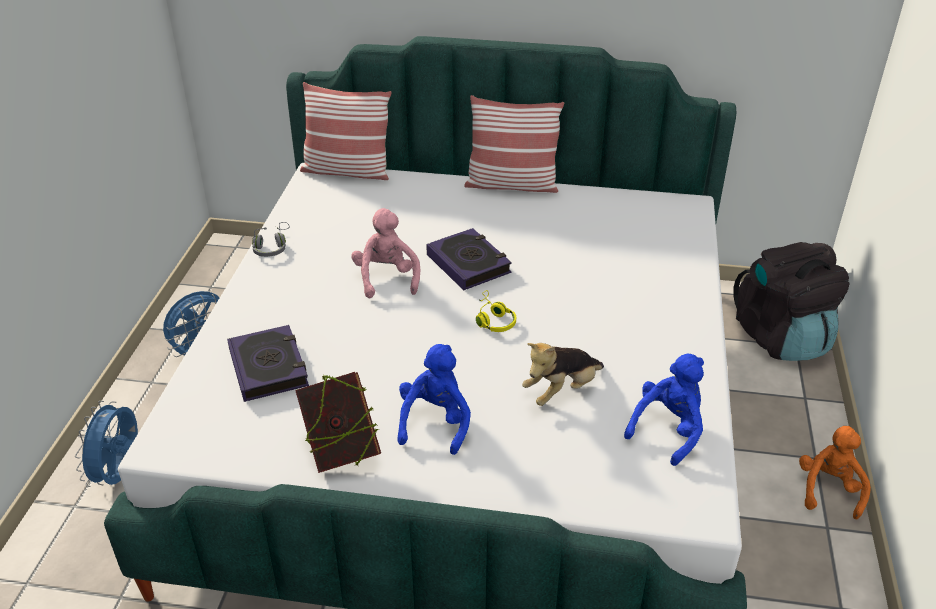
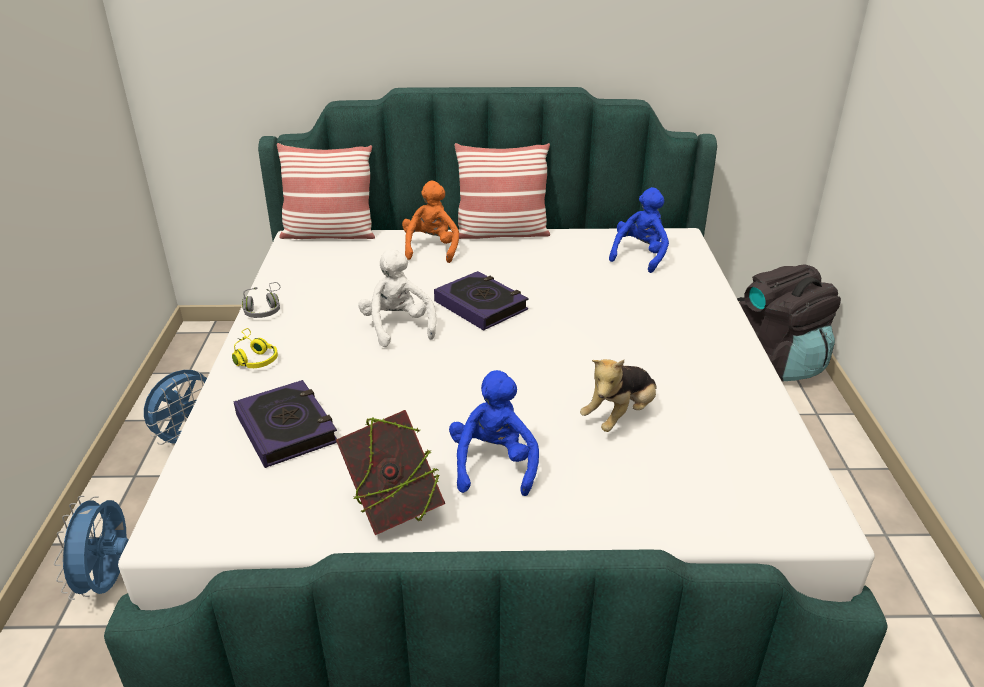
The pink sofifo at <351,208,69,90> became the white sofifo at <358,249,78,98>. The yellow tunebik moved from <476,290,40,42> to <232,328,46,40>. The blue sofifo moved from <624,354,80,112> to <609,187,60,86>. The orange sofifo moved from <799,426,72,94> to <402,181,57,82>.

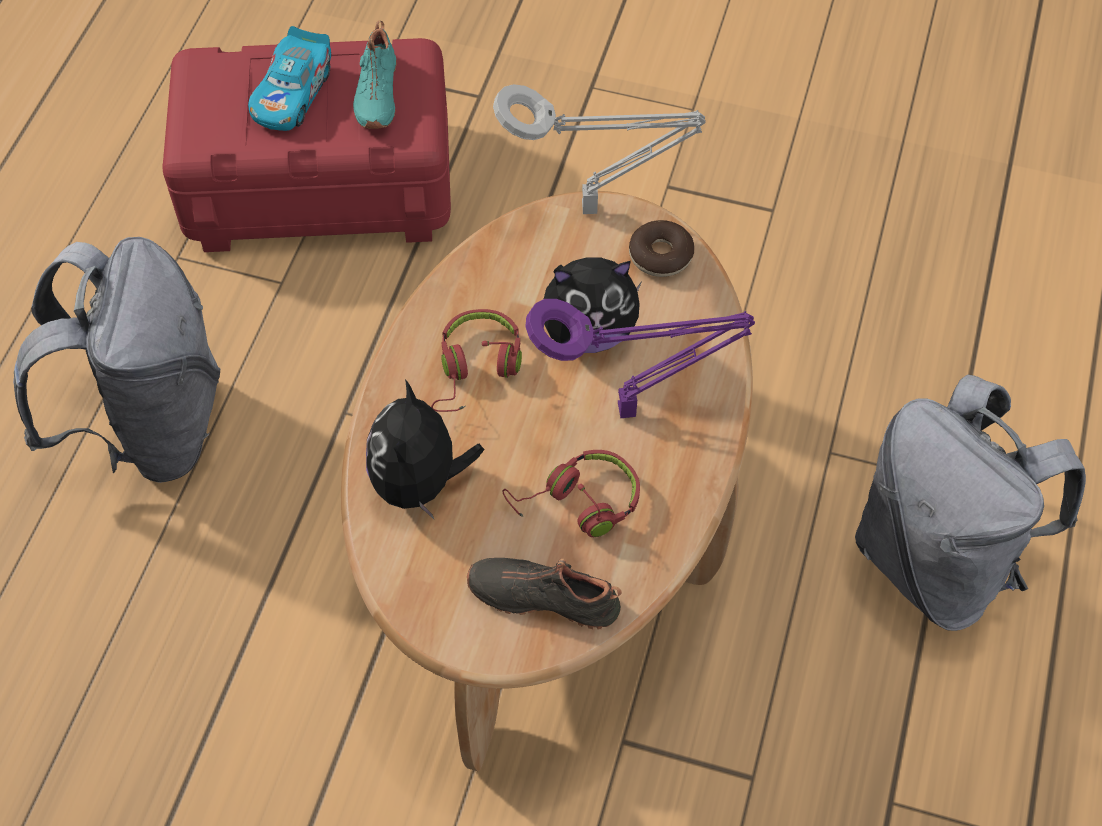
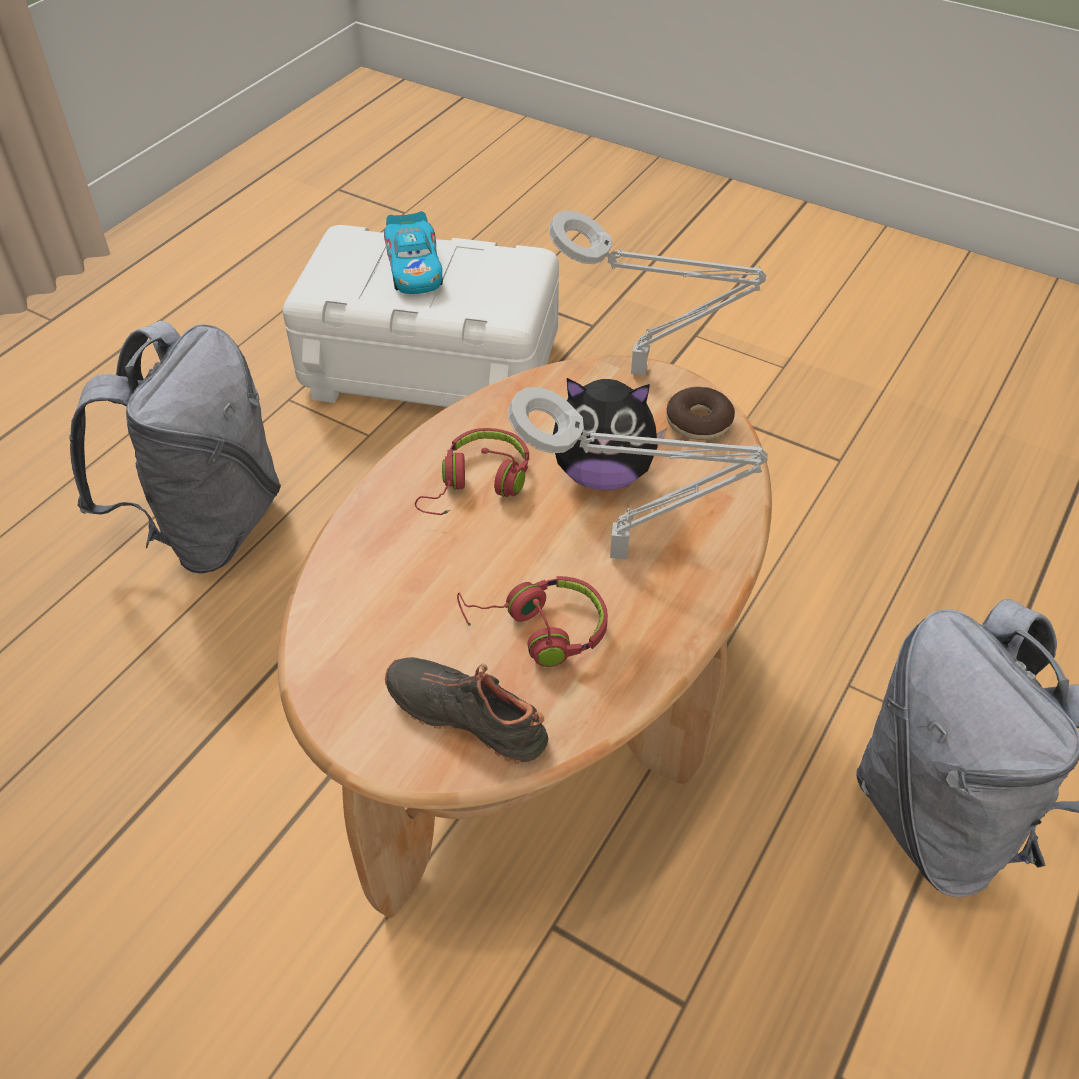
The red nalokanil at <163,38,288,214> became the white nalokanil at <283,225,276,182>. The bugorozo at <248,26,83,105> turned 45 degrees counterclockwise. The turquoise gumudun at <353,21,44,108> disappeared. The sofifo at <366,379,119,140> disappeared. The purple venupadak at <525,299,230,119> became the grey venupadak at <508,387,260,172>.

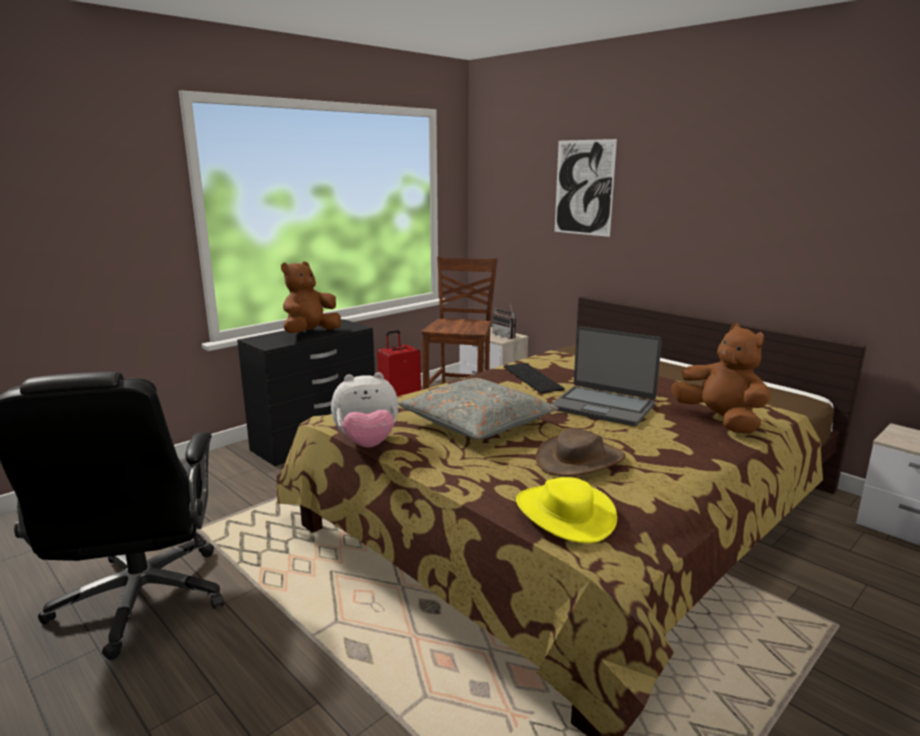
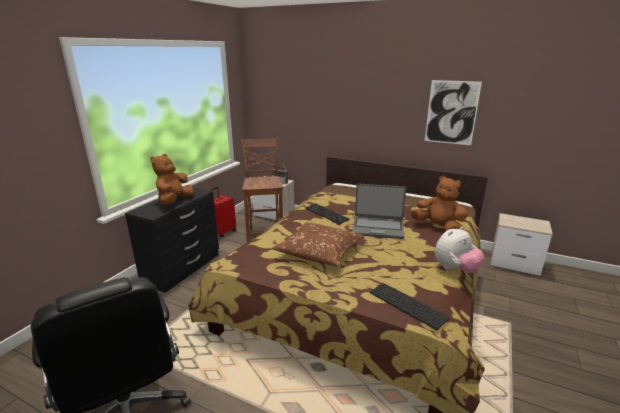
The sofifo moved from <331,372,67,75> to <435,226,49,47>. The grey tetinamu at <398,378,160,61> became the brown tetinamu at <272,223,92,43>. The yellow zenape at <516,477,101,66> was replaced by the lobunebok at <370,283,80,47>. The brown zenape at <536,428,90,48> disappeared. The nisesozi moved from <555,139,62,98> to <425,80,57,65>.

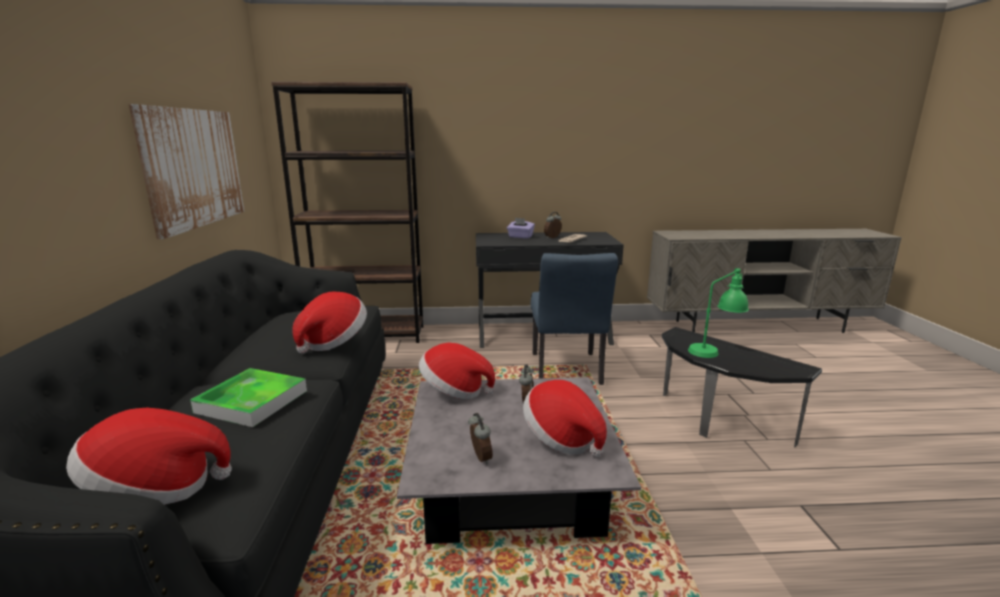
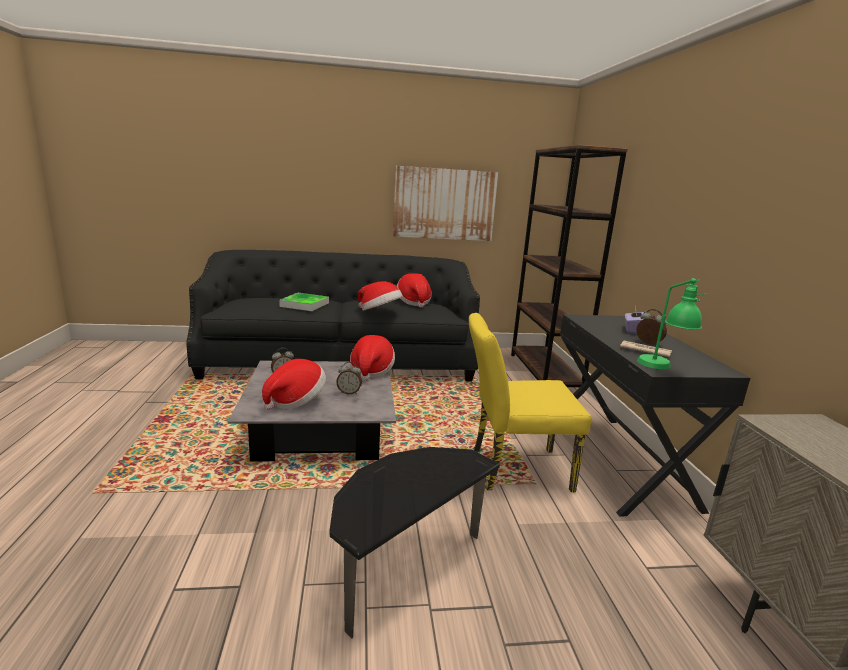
The zenape moved from <66,408,166,97> to <397,273,35,34>. The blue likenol at <531,253,87,132> became the yellow likenol at <469,313,122,179>. The green venupadak moved from <688,268,61,90> to <637,278,70,91>.

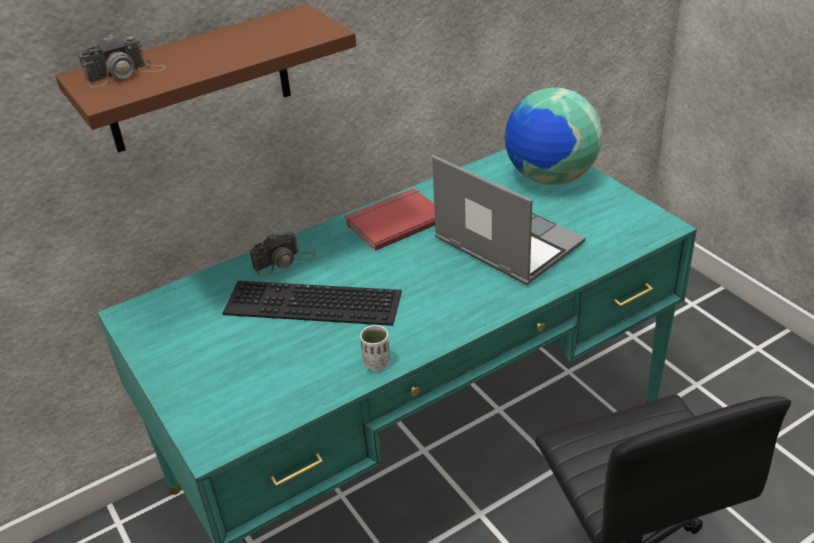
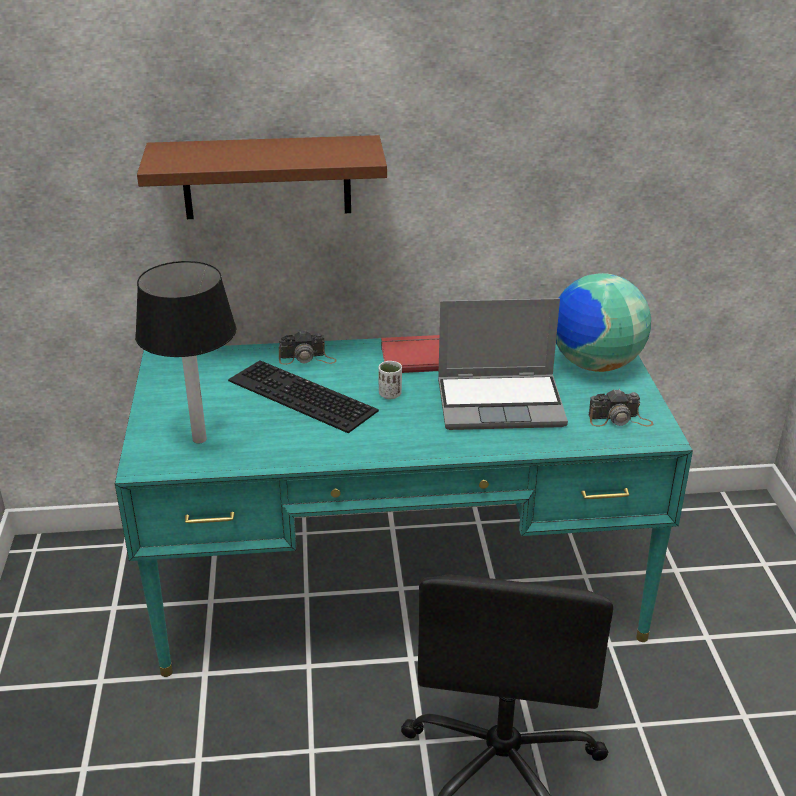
The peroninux moved from <78,35,88,53> to <588,389,65,38>. The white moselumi moved from <360,325,30,46> to <379,361,23,38>. The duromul at <432,155,154,130> turned 105 degrees clockwise. The venupadak at <135,261,101,182> appeared.

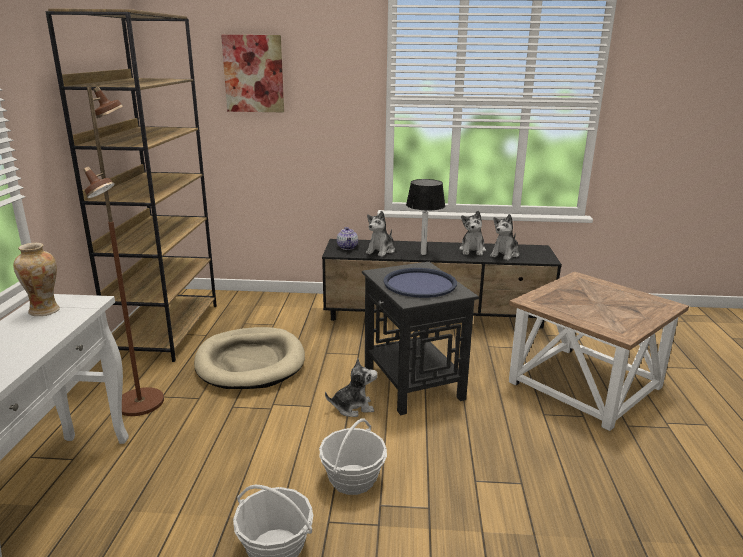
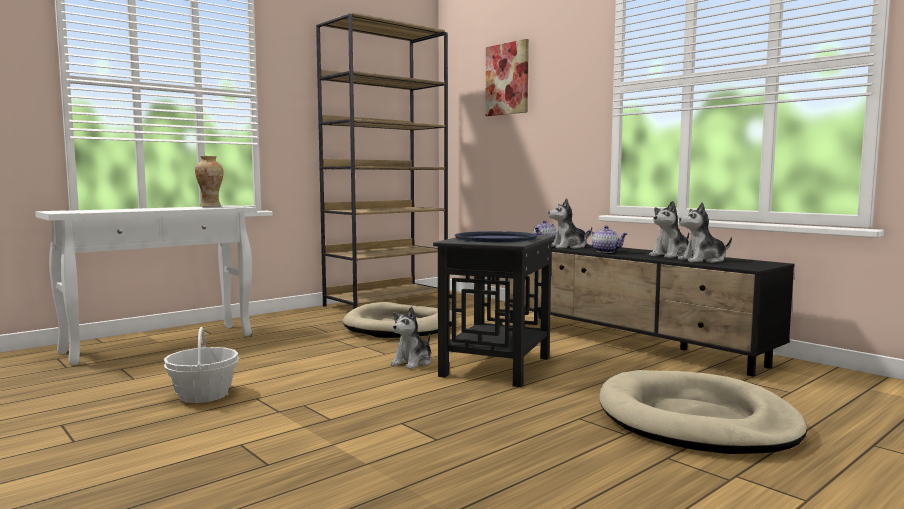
The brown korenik at <83,87,81,329> disappeared. The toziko at <319,418,68,77> disappeared. The sofifo at <325,359,53,58> turned 90 degrees clockwise. The venupadak at <406,179,39,76> was replaced by the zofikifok at <584,226,44,27>. The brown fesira at <509,272,180,159> was replaced by the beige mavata at <599,370,209,84>.

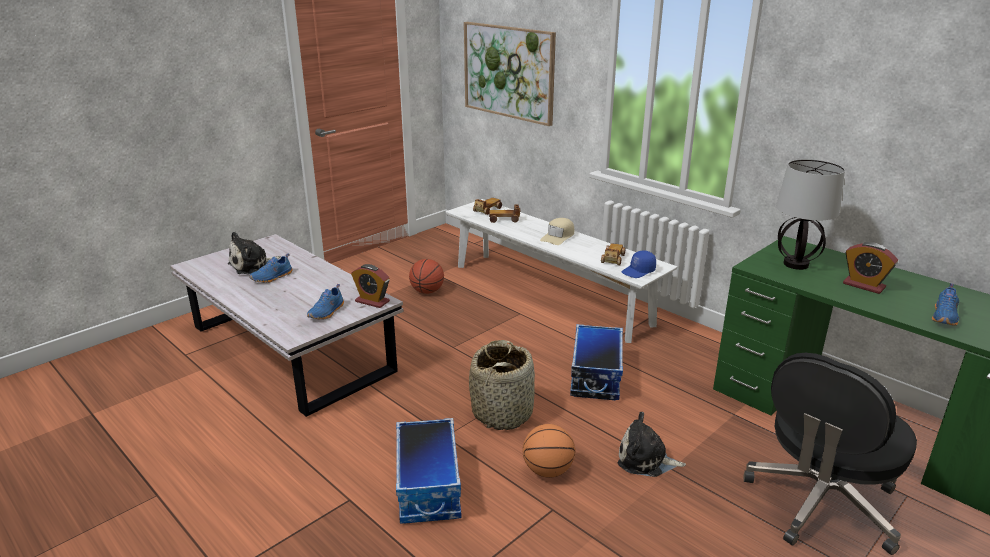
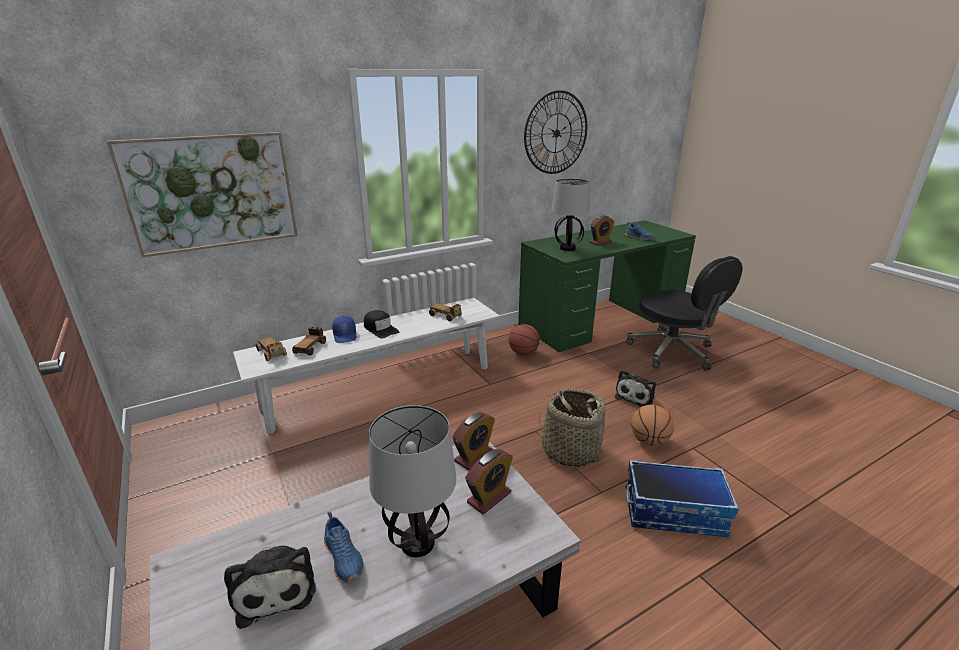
The blue gumudun at <307,284,37,35> was replaced by the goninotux at <465,449,48,65>. The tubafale moved from <409,259,35,35> to <509,324,31,31>. The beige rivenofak at <540,218,34,27> became the black rivenofak at <364,310,35,29>. The nalokanil at <570,324,53,76> disappeared. The blue rivenofak moved from <622,251,34,27> to <332,316,24,27>. The venupadak at <369,405,87,152> appeared. The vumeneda at <524,90,63,84> appeared.

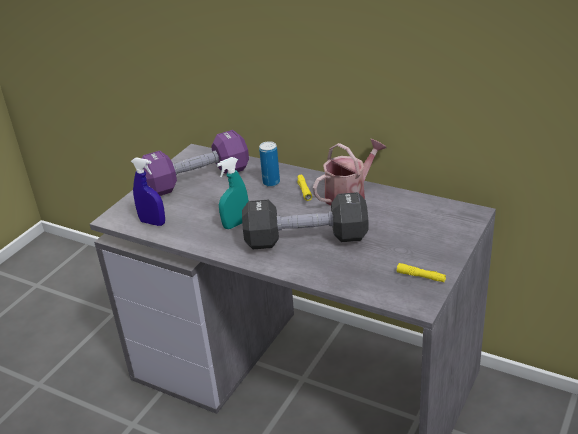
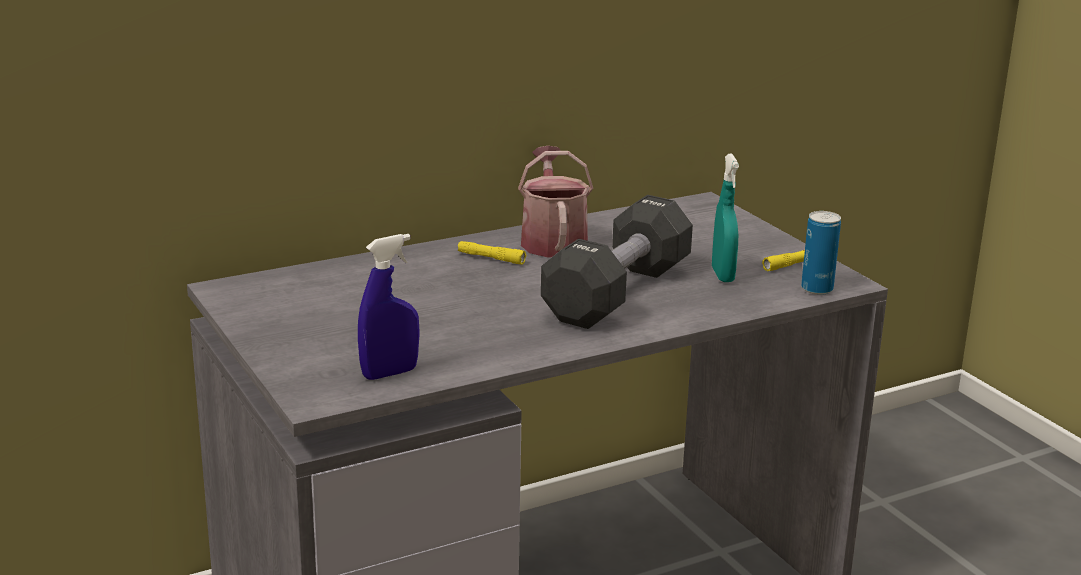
The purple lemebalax at <142,130,107,66> disappeared. The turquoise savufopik moved from <216,157,33,72> to <712,154,27,128>. The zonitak moved from <259,141,21,46> to <801,211,40,84>.

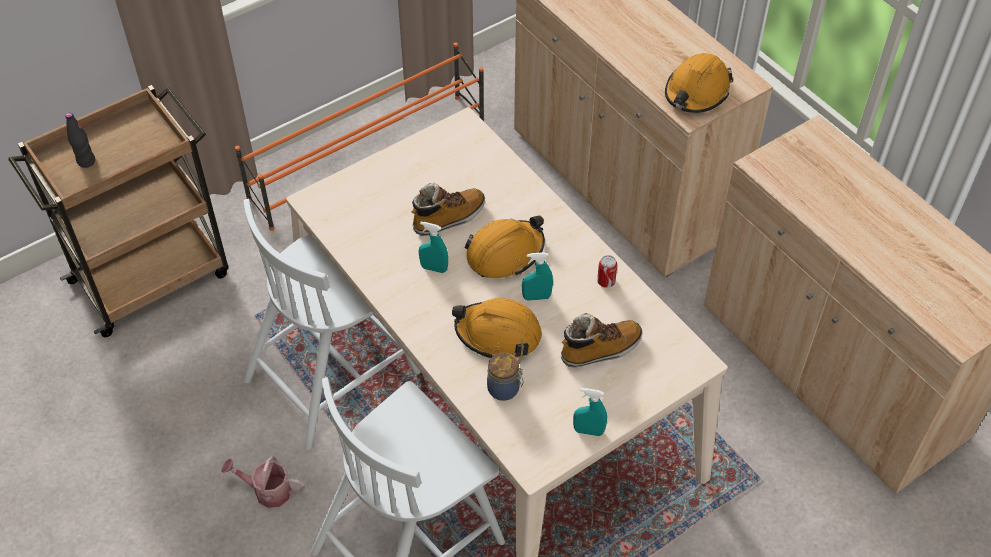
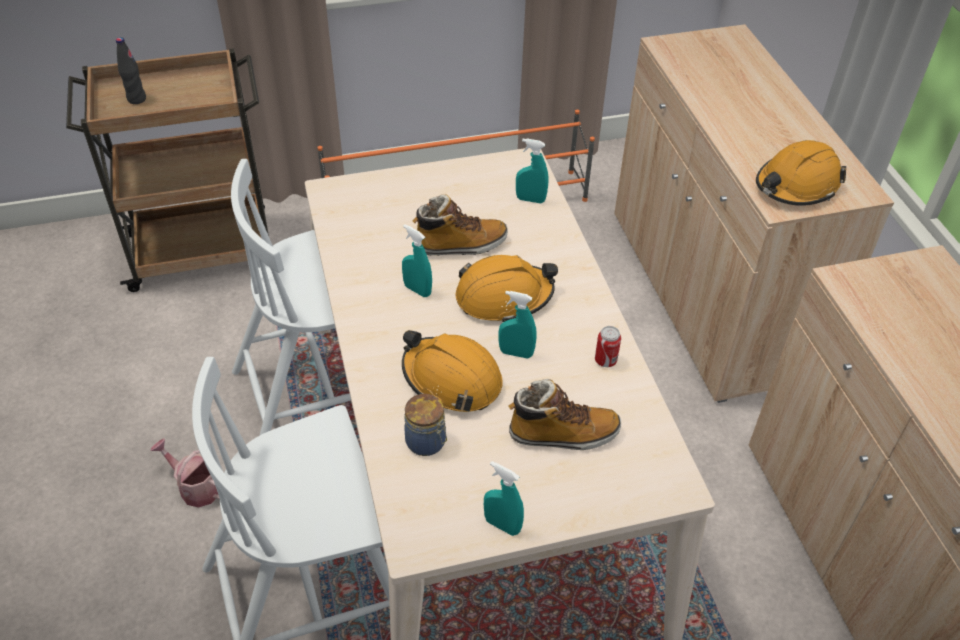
The turquoise savufopik at <516,138,33,65> appeared.

